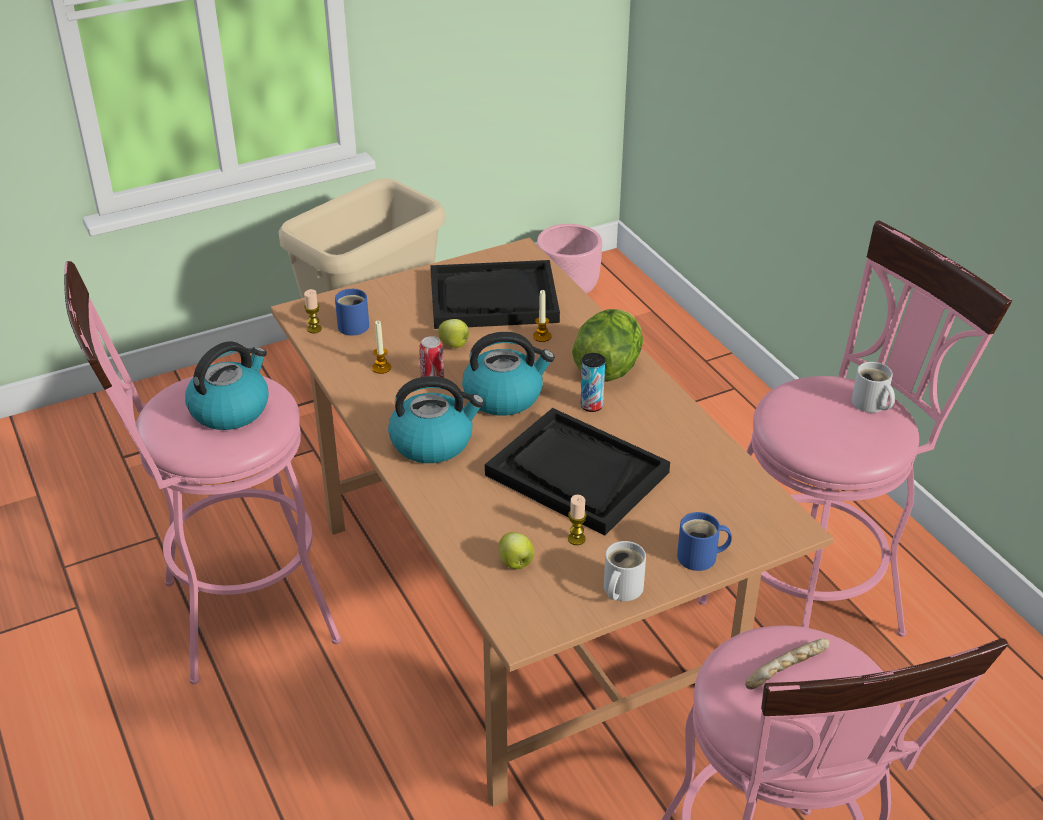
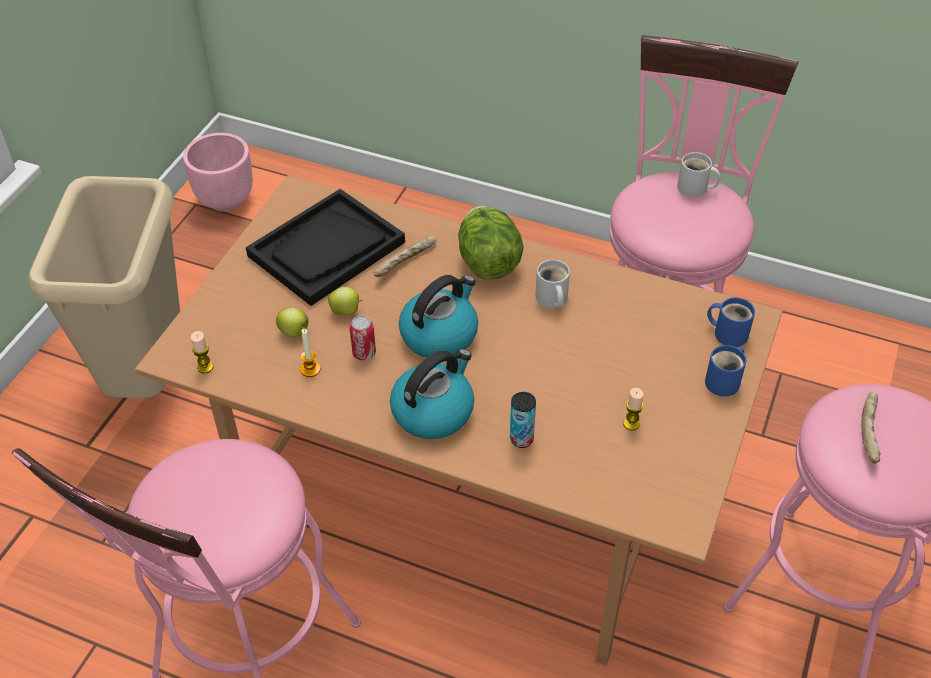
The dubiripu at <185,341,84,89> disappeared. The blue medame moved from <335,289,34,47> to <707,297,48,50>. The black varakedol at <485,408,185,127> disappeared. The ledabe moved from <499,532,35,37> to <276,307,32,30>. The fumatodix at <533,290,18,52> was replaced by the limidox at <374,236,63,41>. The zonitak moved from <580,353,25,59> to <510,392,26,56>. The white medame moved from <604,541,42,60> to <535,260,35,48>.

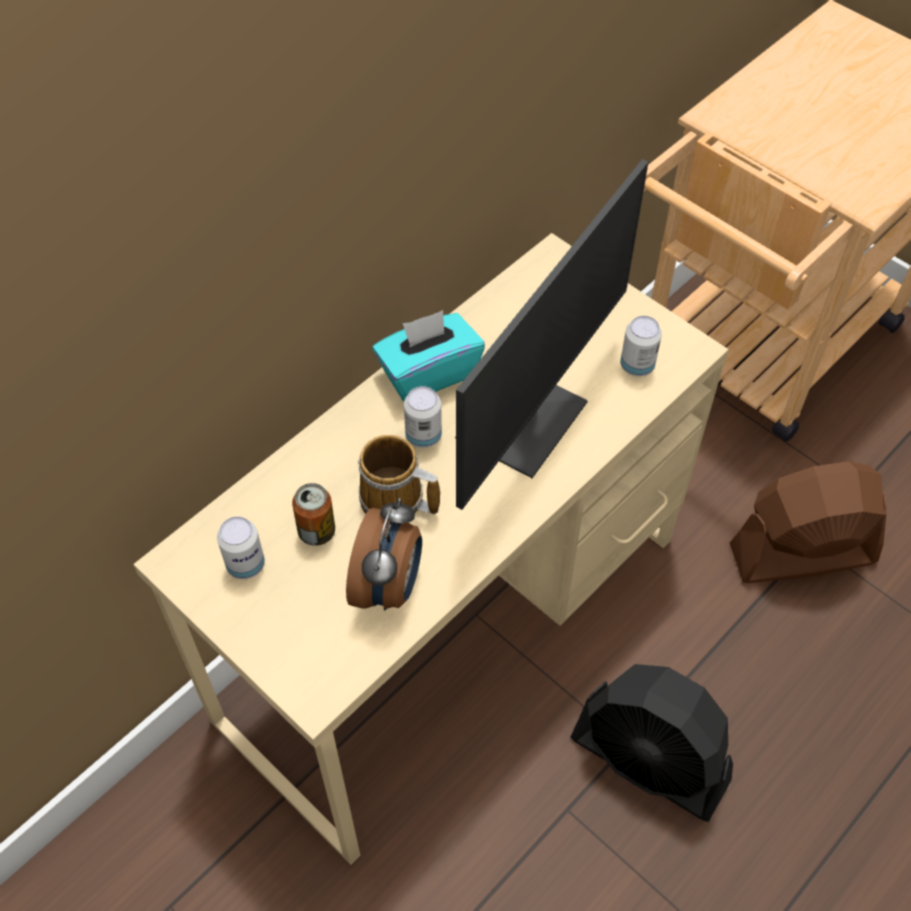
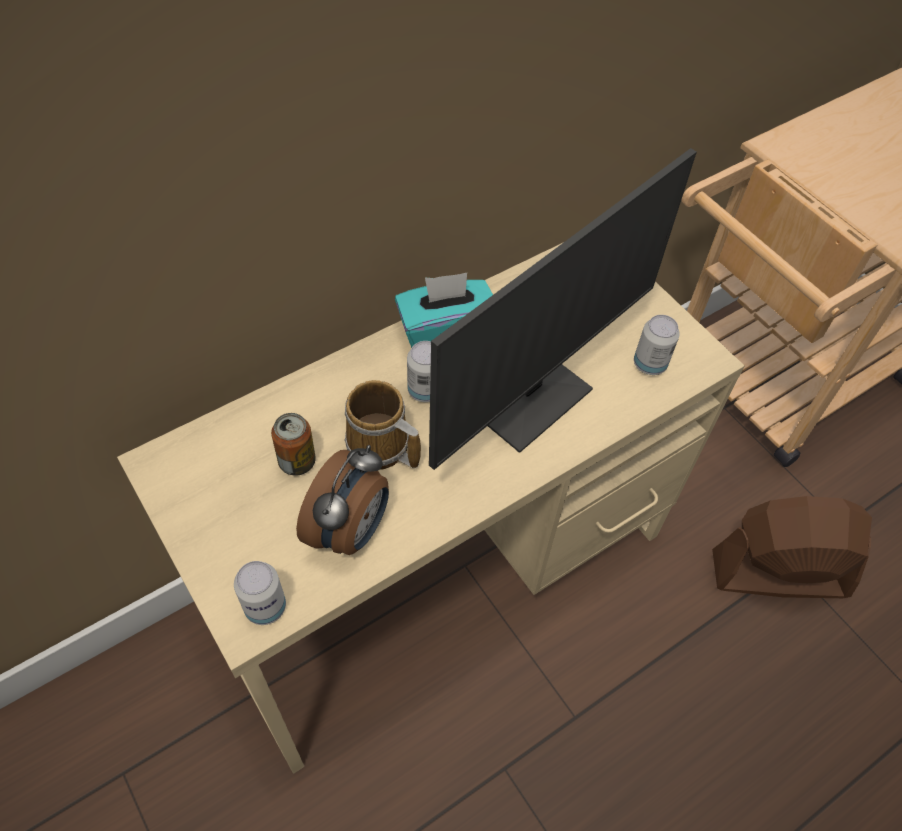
The zonitak moved from <217,516,48,63> to <234,561,52,64>. The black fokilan at <570,664,163,158> disappeared.

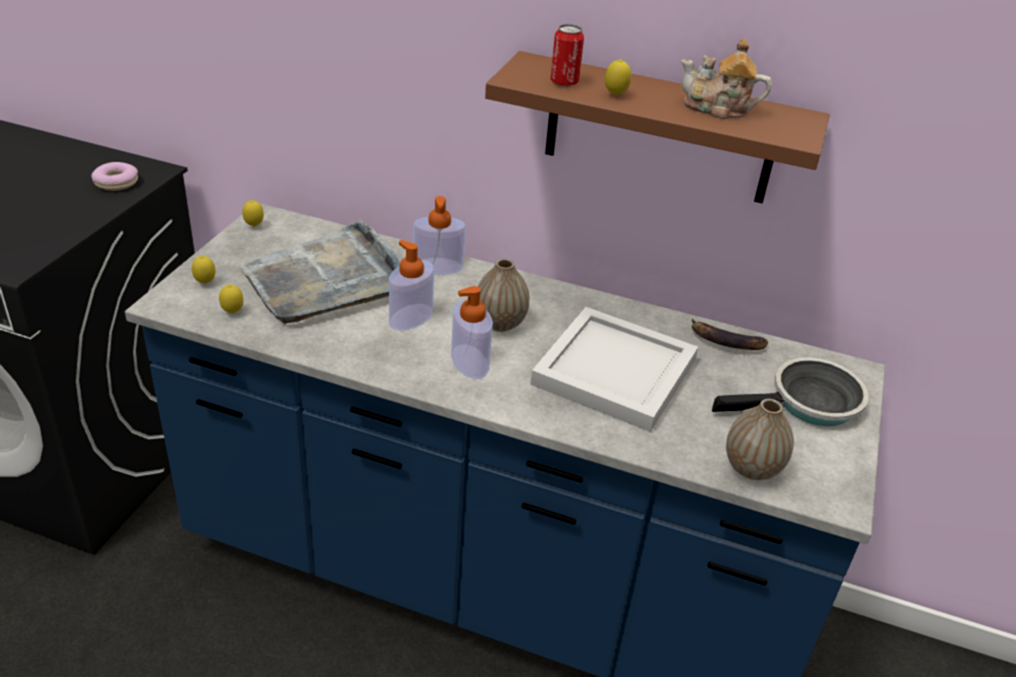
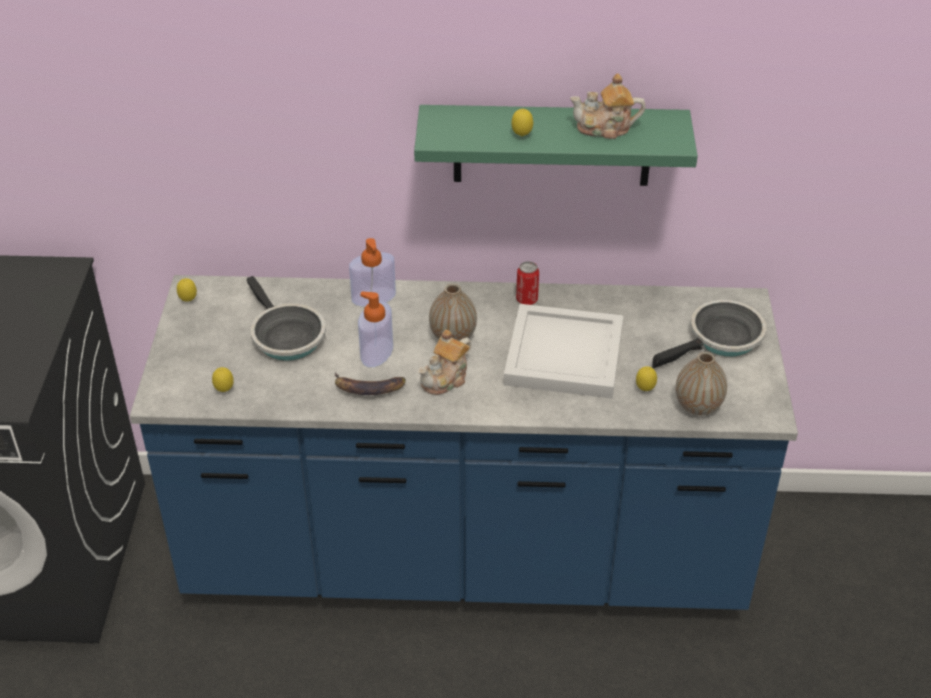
The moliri at <91,162,47,29> disappeared. The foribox moved from <192,256,23,28> to <636,366,21,25>. The grey varakedol at <239,219,161,105> was replaced by the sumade at <247,276,79,85>. The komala at <451,286,42,93> was replaced by the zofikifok at <418,330,53,65>. The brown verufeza at <485,51,345,152> became the green verufeza at <414,105,284,81>. The zonitak moved from <551,24,33,63> to <516,261,23,44>. The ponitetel moved from <691,319,77,31> to <335,373,71,22>.

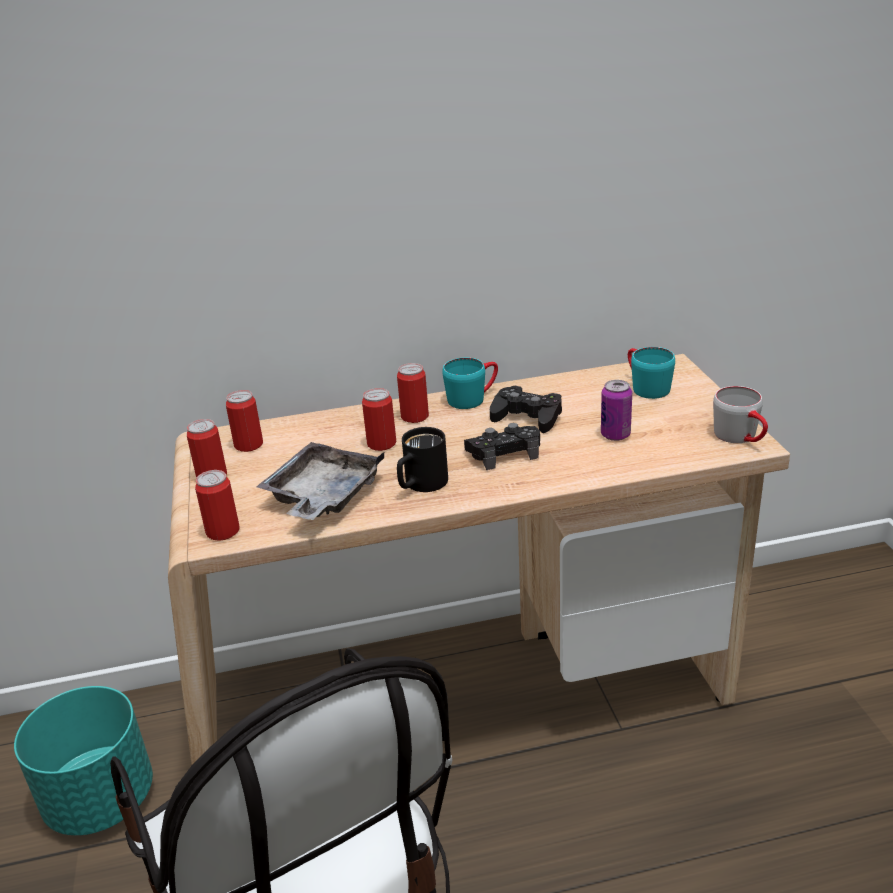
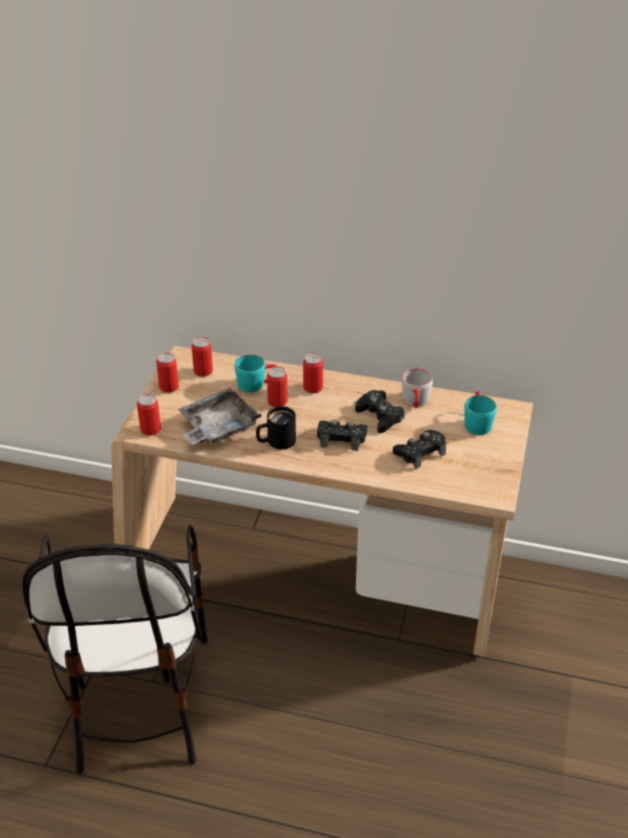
The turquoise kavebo at <14,686,139,150> disappeared. The turquoise medame moved from <442,358,56,51> to <235,354,42,38>. The zonitak at <601,380,31,61> was replaced by the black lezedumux at <393,430,53,39>. The grey medame moved from <713,386,55,57> to <402,368,31,41>.

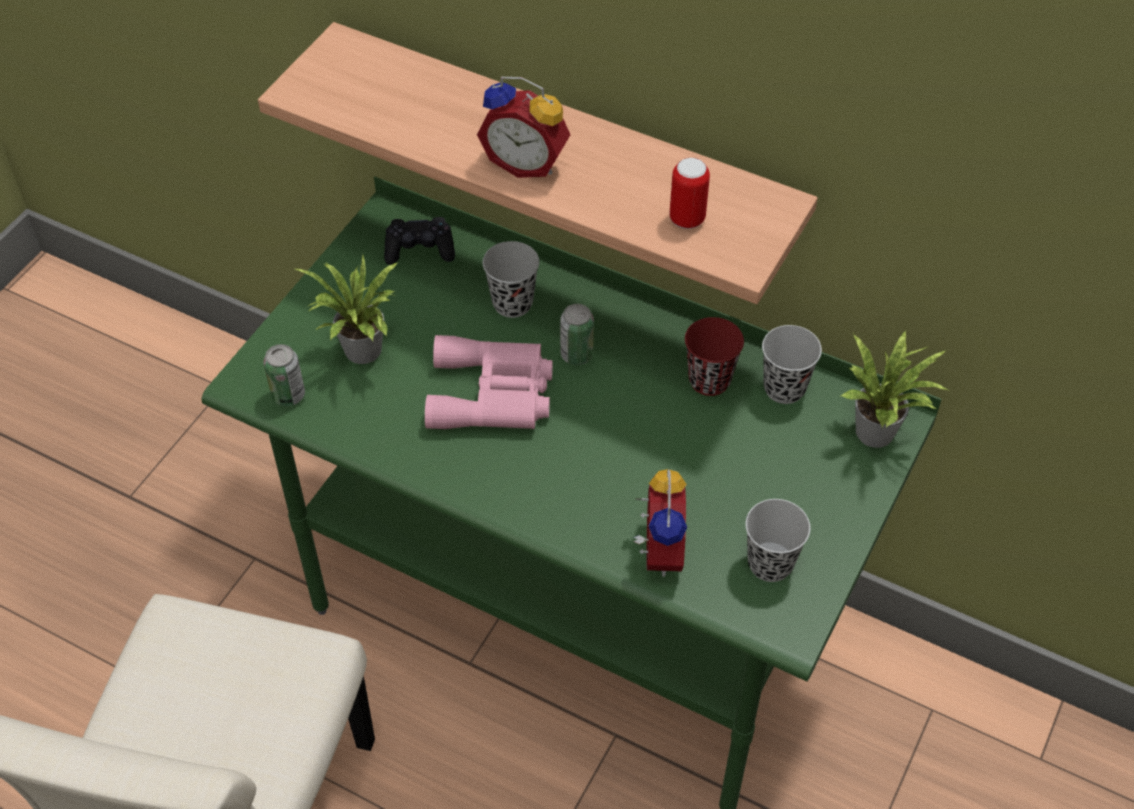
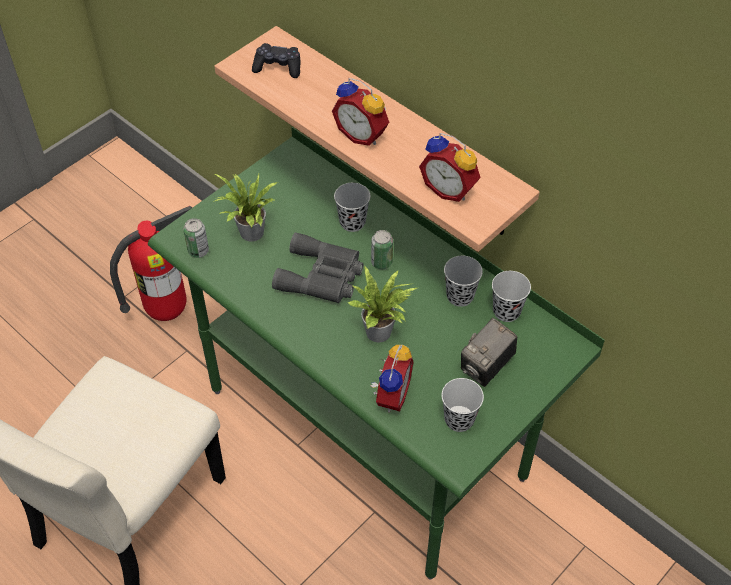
The black lezedumux moved from <384,217,71,48> to <252,43,48,35>. The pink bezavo at <425,335,128,94> became the grey bezavo at <272,232,91,71>. The zonitak at <669,158,41,71> was replaced by the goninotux at <419,133,62,69>. The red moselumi at <685,317,59,79> became the black moselumi at <444,256,39,51>. The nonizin moved from <839,331,109,117> to <348,266,69,76>. The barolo at <110,206,83,115> appeared. The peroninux at <461,318,56,69> appeared.

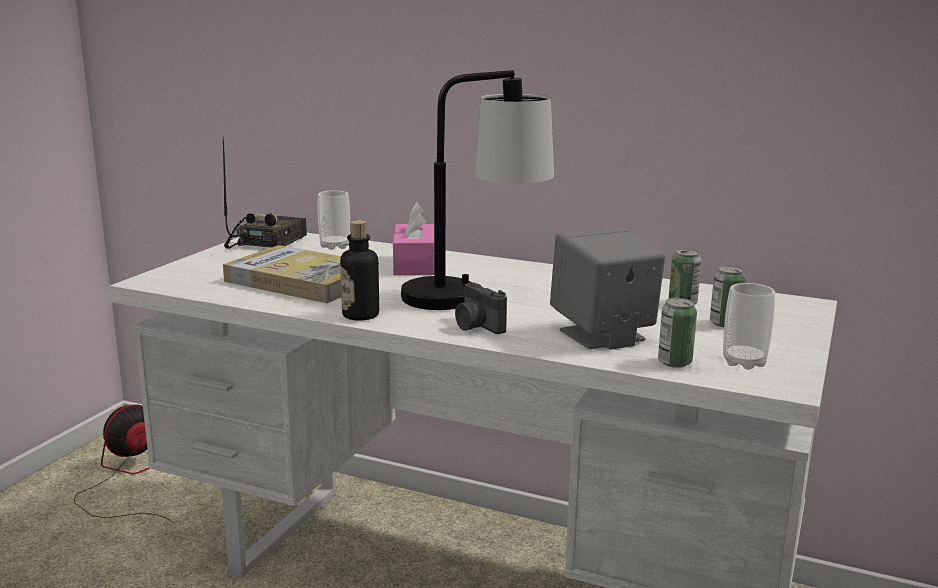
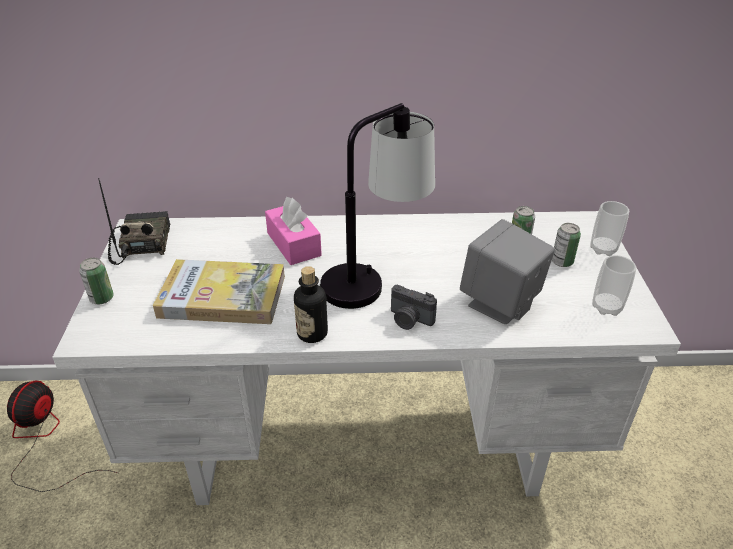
The moselumi moved from <318,190,32,60> to <590,201,39,55>. The zonitak moved from <658,298,39,70> to <79,258,35,46>.

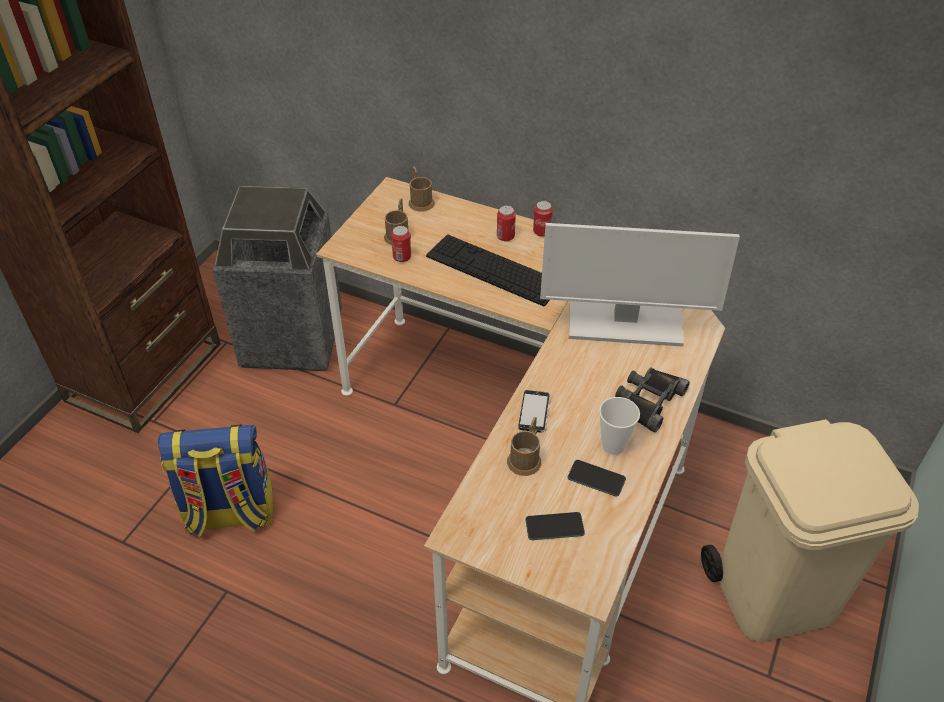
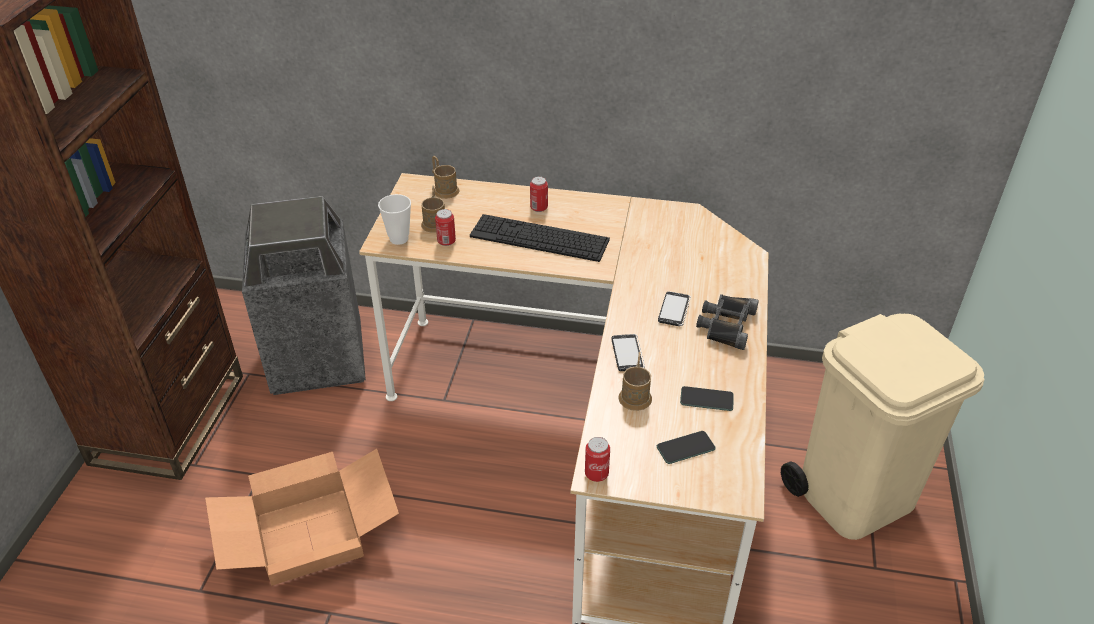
The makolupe at <158,424,115,113> was replaced by the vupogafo at <205,449,194,137>. The zonitak moved from <533,201,20,36> to <585,437,25,45>. The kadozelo at <540,223,200,124> disappeared. The moselumi moved from <599,397,41,58> to <378,194,33,51>. The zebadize at <658,292,33,34> appeared.

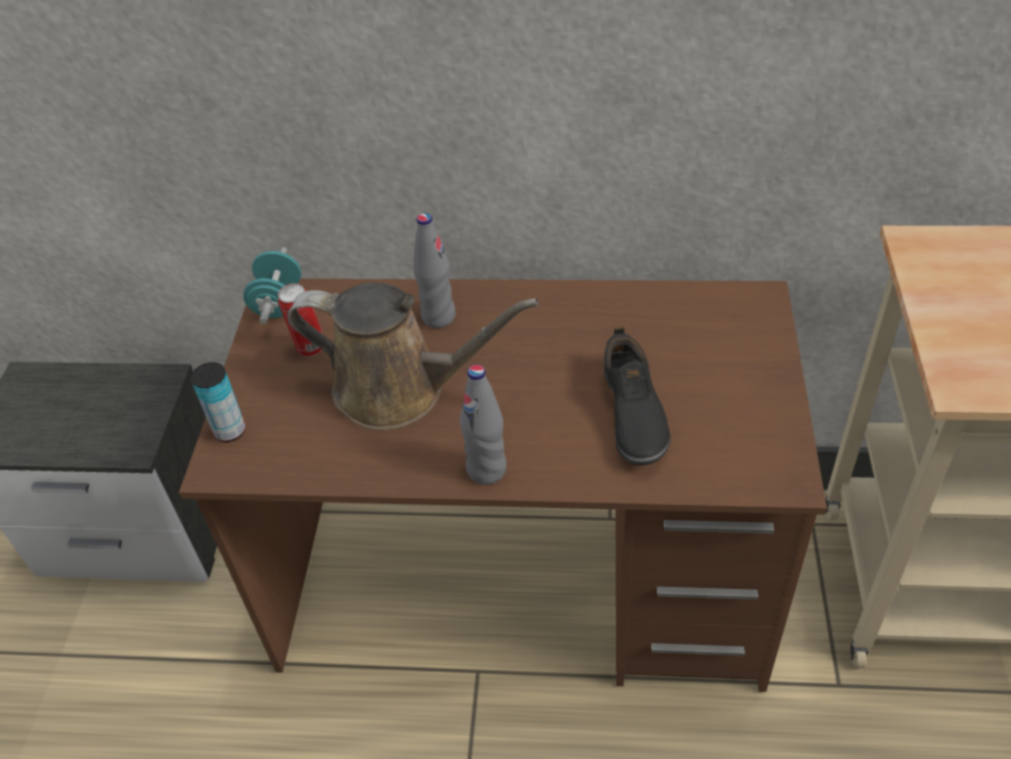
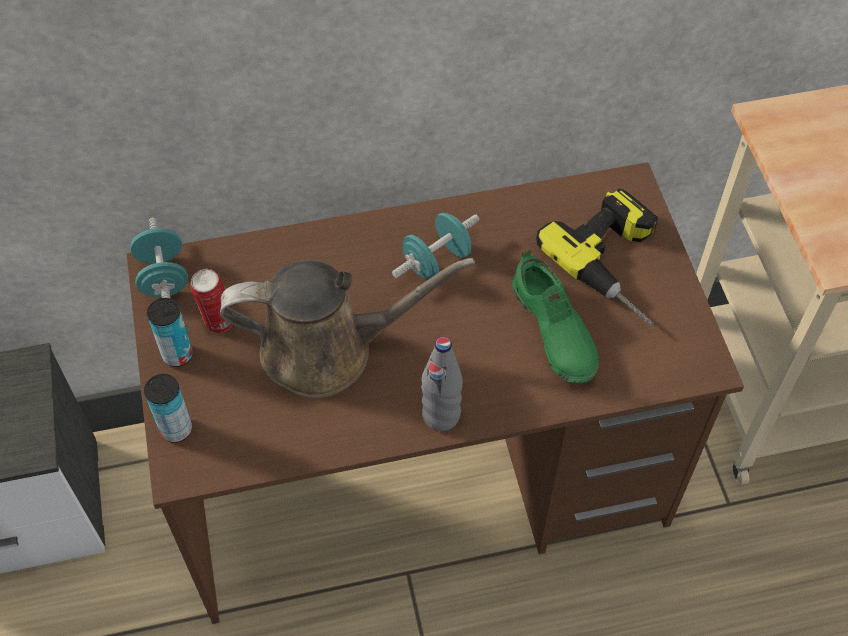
The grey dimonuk at <413,213,43,115> disappeared. The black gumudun at <604,326,67,139> became the green gumudun at <512,250,87,134>. The zonitak at <147,298,46,69> appeared. The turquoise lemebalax at <392,213,88,67> appeared. The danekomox at <536,188,122,138> appeared.

